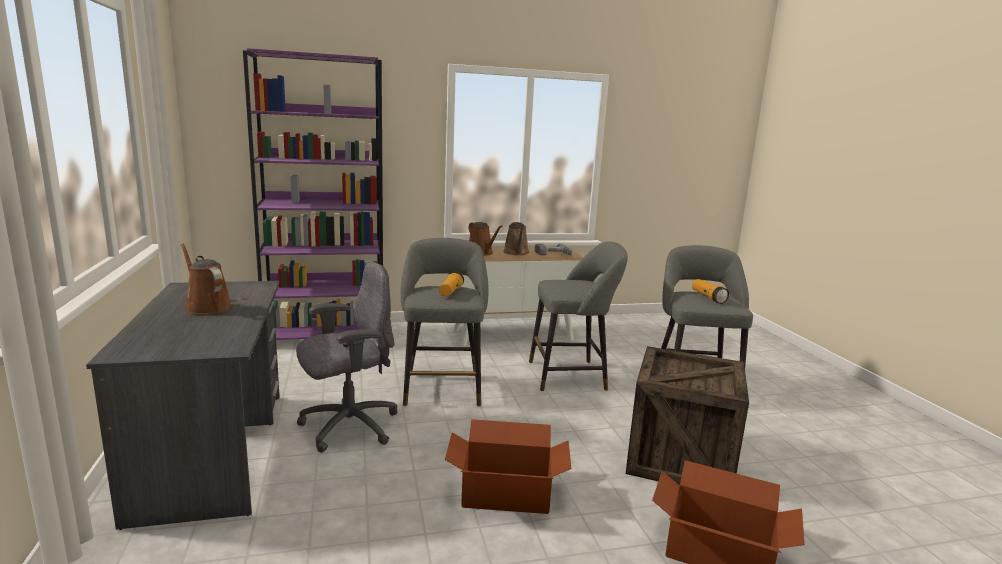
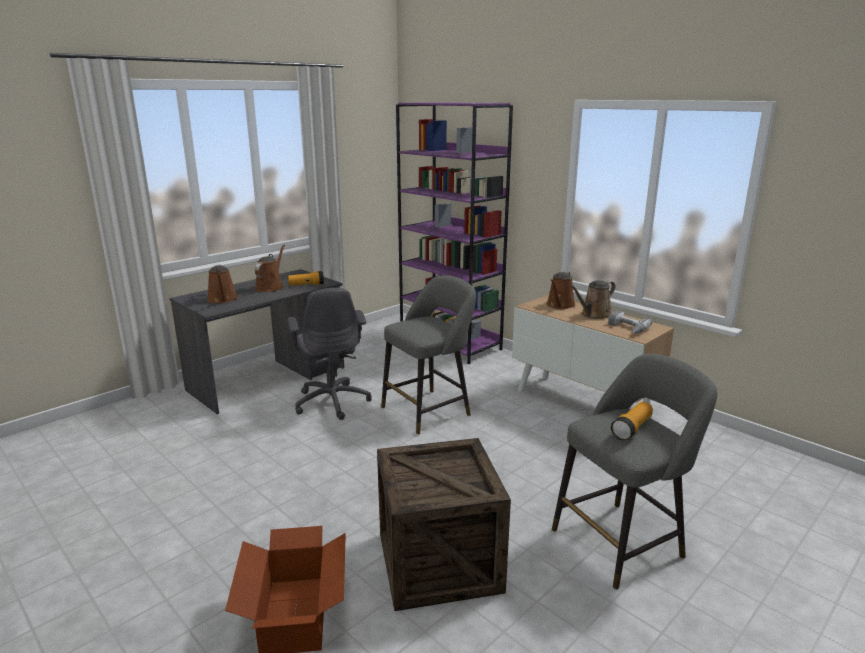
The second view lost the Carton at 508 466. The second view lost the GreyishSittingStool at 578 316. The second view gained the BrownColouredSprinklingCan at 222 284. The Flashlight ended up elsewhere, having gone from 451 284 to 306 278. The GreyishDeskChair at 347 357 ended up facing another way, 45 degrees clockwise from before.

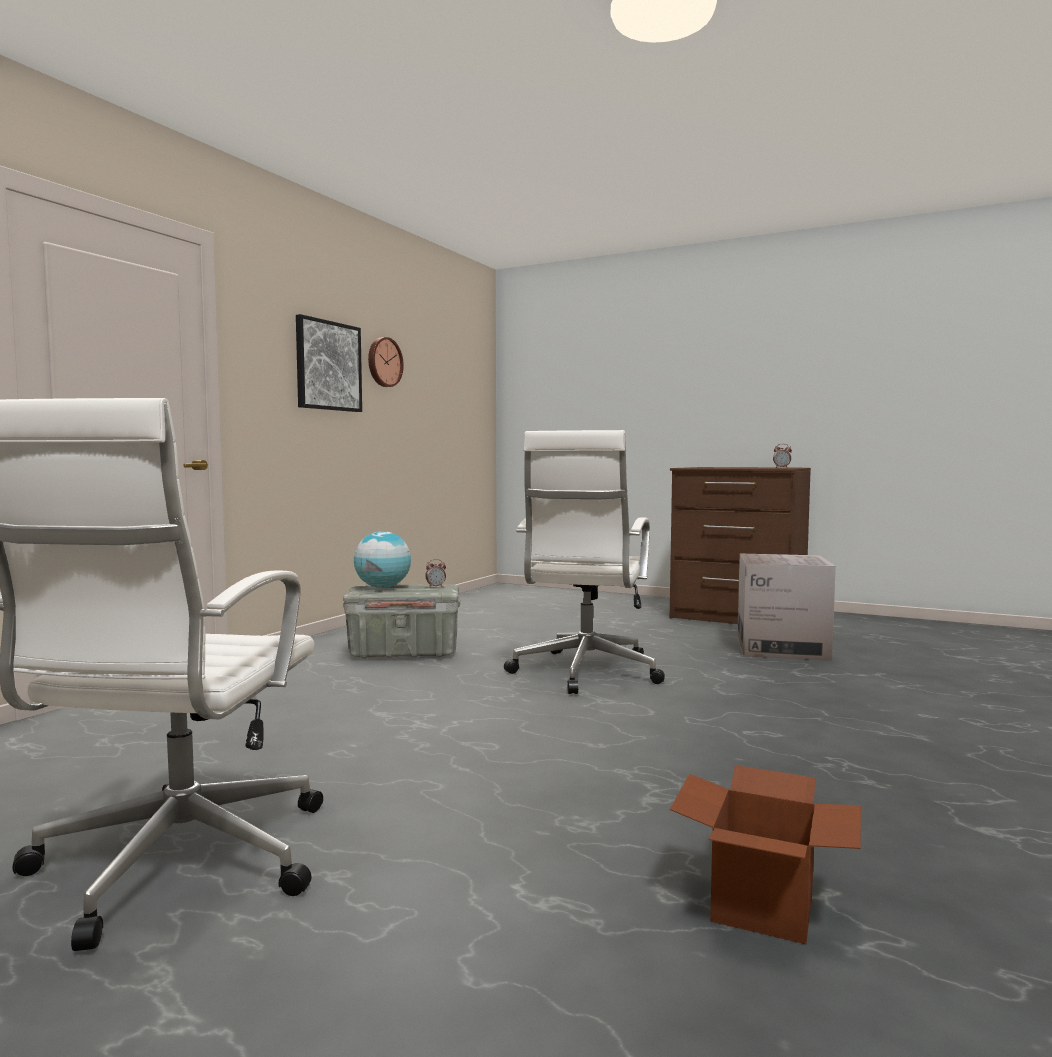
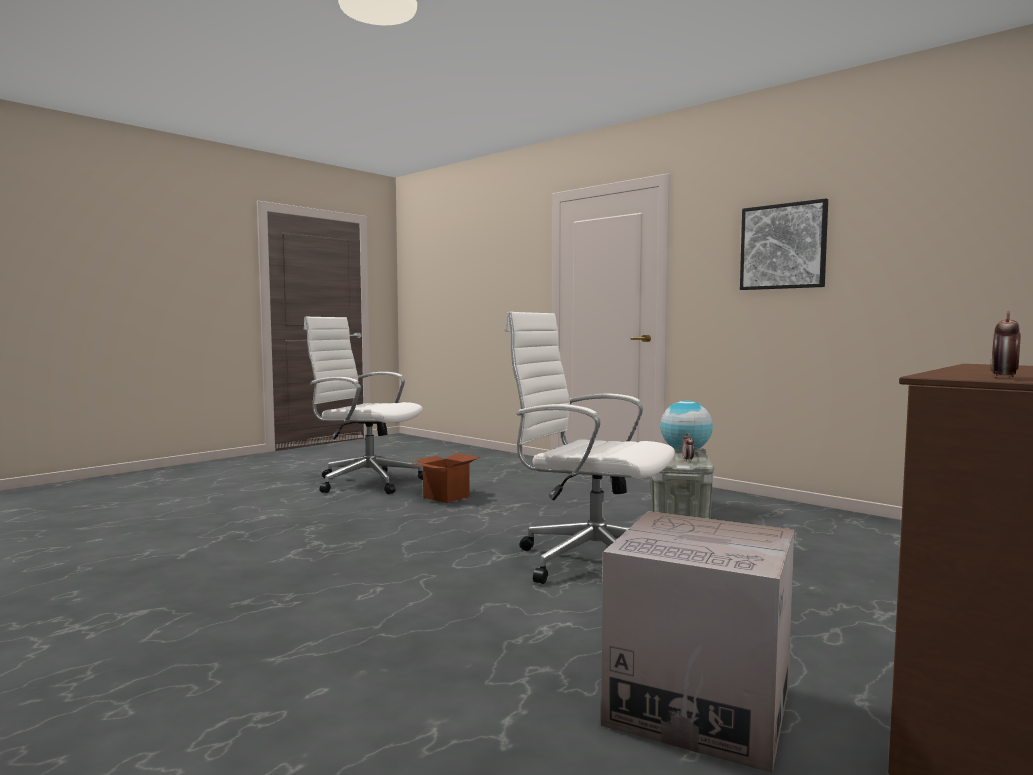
The second view lost the WallClock at 386 362. The Carton ended up elsewhere, having gone from 765 854 to 446 478.

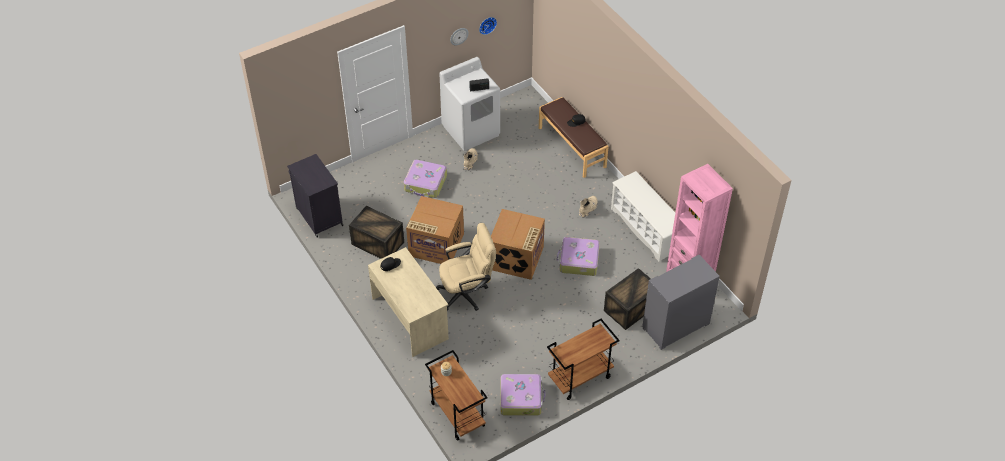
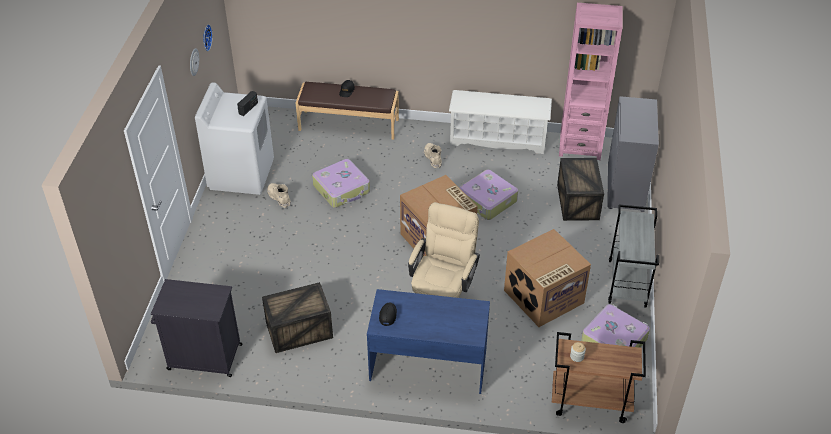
The Suitcase ended up elsewhere, having gone from 425 179 to 341 183. The Carton ended up elsewhere, having gone from 435 230 to 547 278. What was the BeigeDeskTable at 408 302 turned into the BlueColouredDeskTable at 428 341. What was the BrownColouredWheeledCart at 583 359 turned into the GreyishWheeledCart at 633 256.

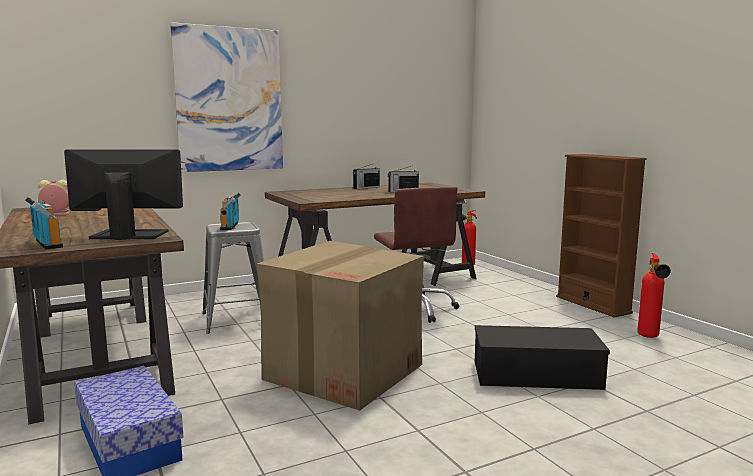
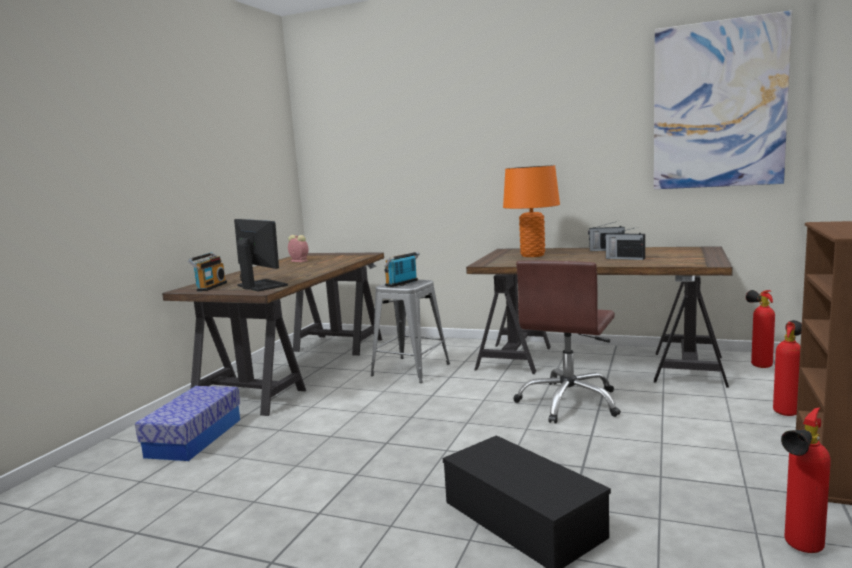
The second view lost the Carton at 340 325. The second view gained the OrangeyLampForATable at 531 211. The second view gained the FireFightingCylinder at 787 368. The WallArt ended up elsewhere, having gone from 226 97 to 723 99.

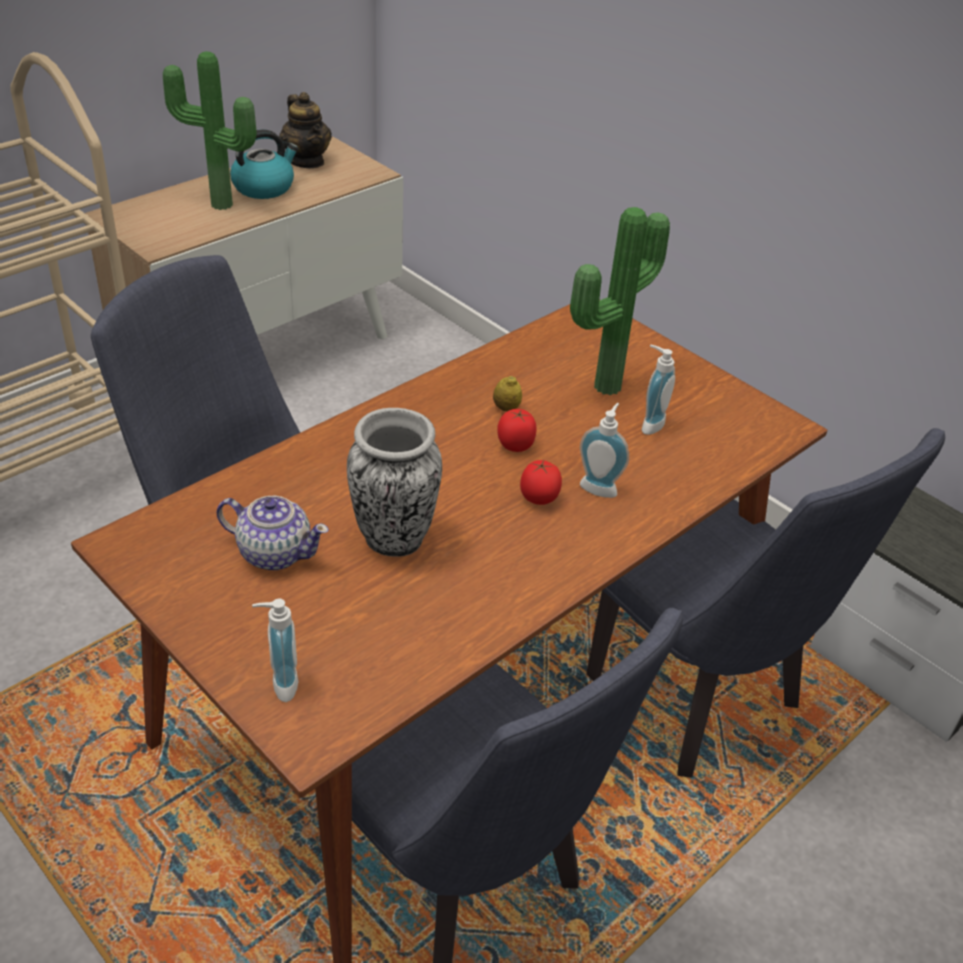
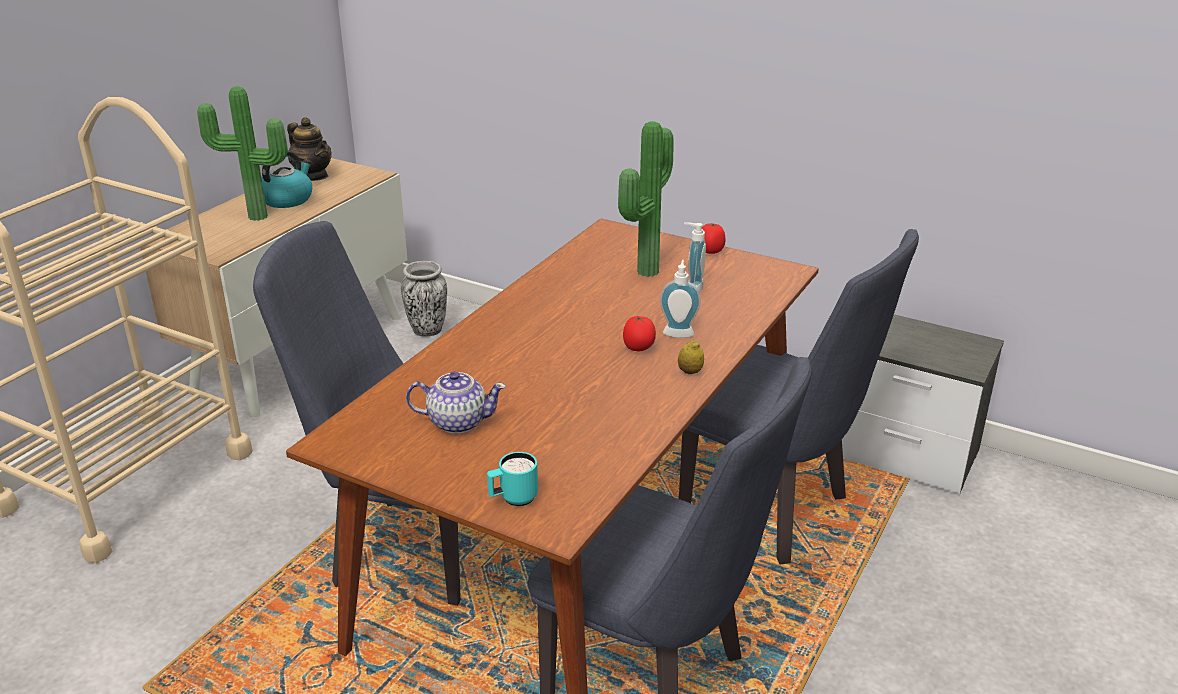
The FlowerVase ended up elsewhere, having gone from 394 482 to 424 298. The Lemon ended up elsewhere, having gone from 507 393 to 691 357. The WholeTomato ended up elsewhere, having gone from 517 430 to 713 238. Where the SoapDispenser stood at 275 650, the TurquoiseColouredTeaMug came to stand at 512 479.

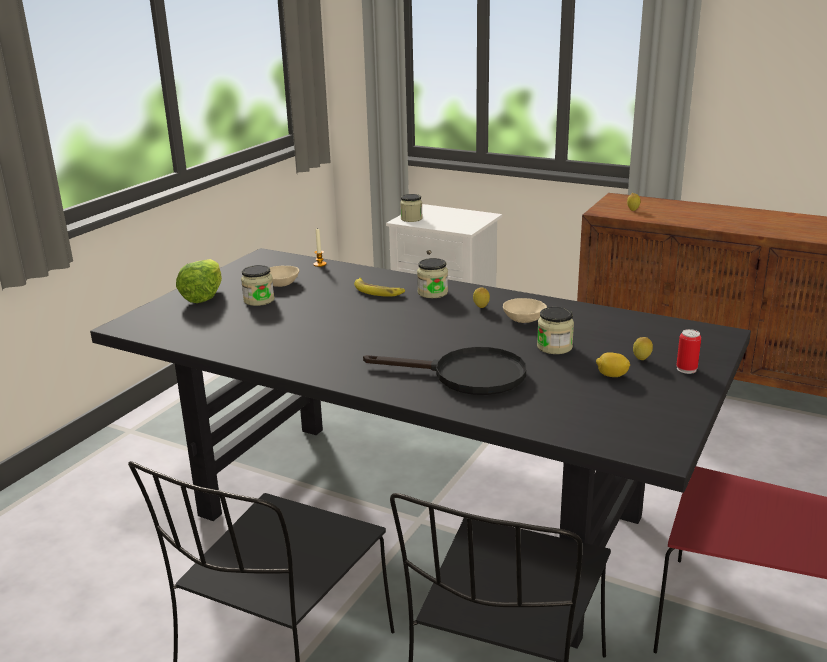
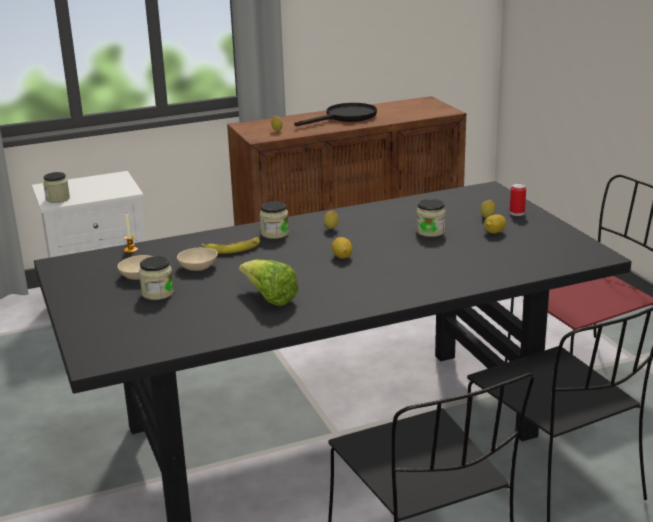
The second view gained the Lemon at 342 247. The HeadOfLettuce ended up elsewhere, having gone from 199 281 to 268 283. The BlackFryingPan ended up elsewhere, having gone from 444 371 to 335 114. The BeigeBowl ended up elsewhere, having gone from 525 310 to 197 259.

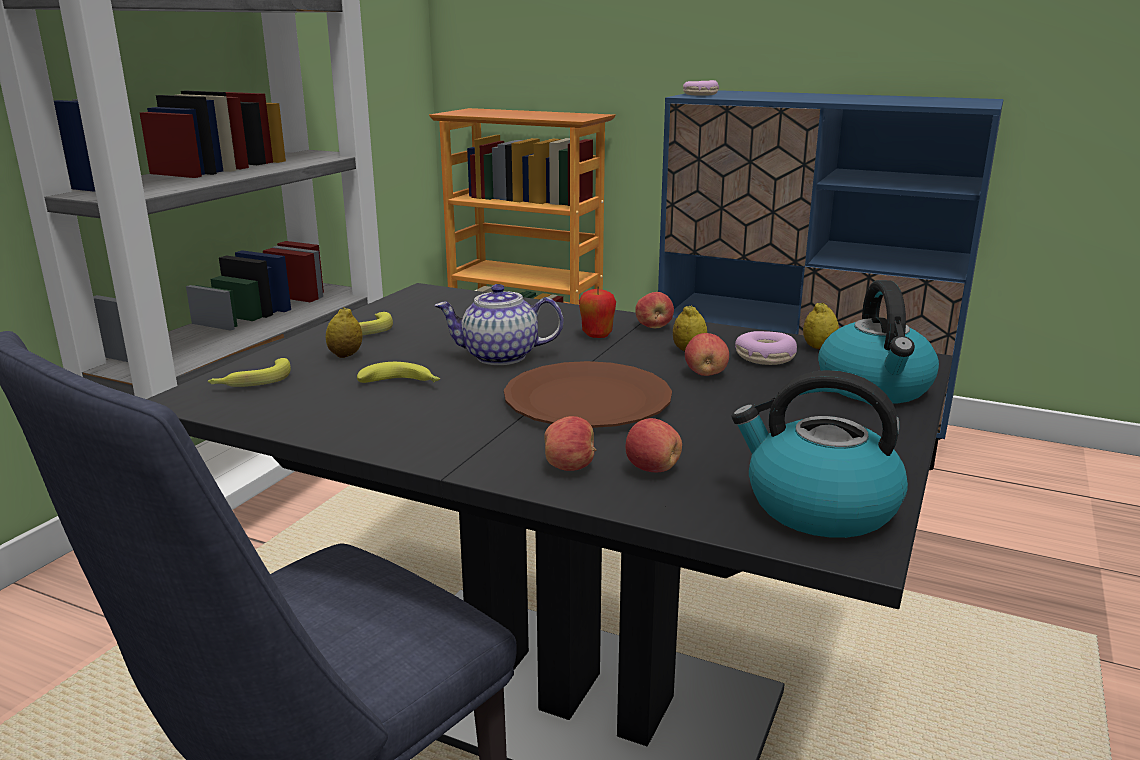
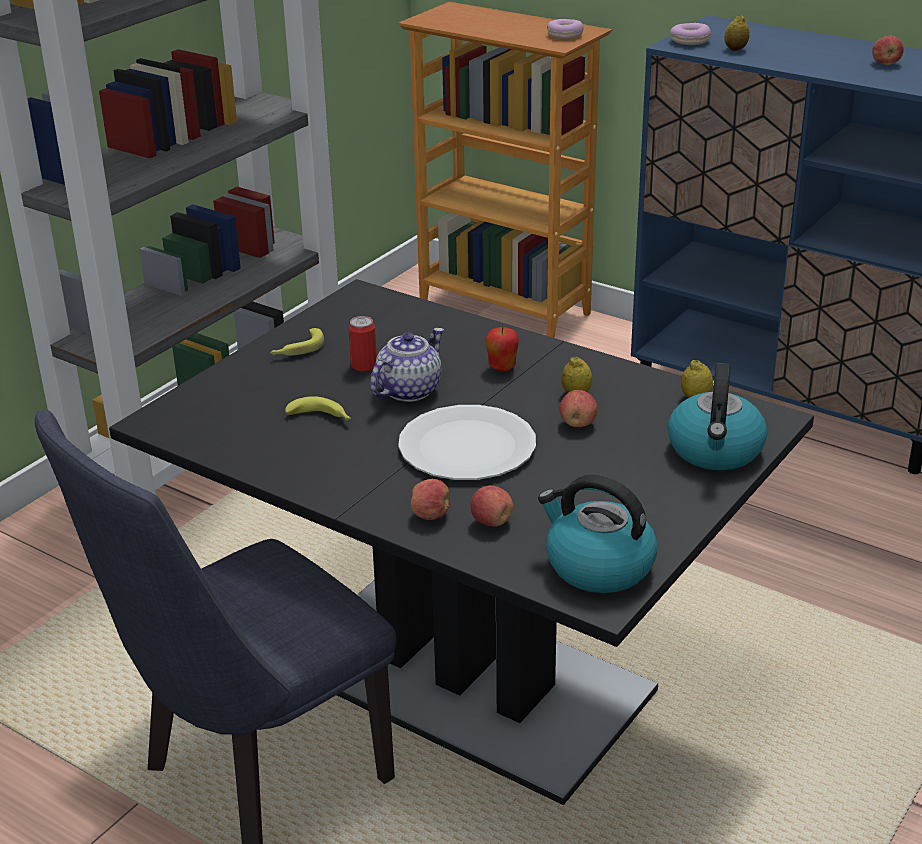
The second view lost the Banana at 249 372. The second view gained the MetalCan at 362 343. The Lemon ended up elsewhere, having gone from 344 332 to 737 33. The Apple ended up elsewhere, having gone from 654 310 to 888 50. The Doughnut ended up elsewhere, having gone from 766 348 to 565 29. What was the BrownColouredFlatDish at 588 394 turned into the WhiteColouredFlatDish at 467 442. The TeaPot at 498 324 ended up facing another way, 120 degrees clockwise from before.

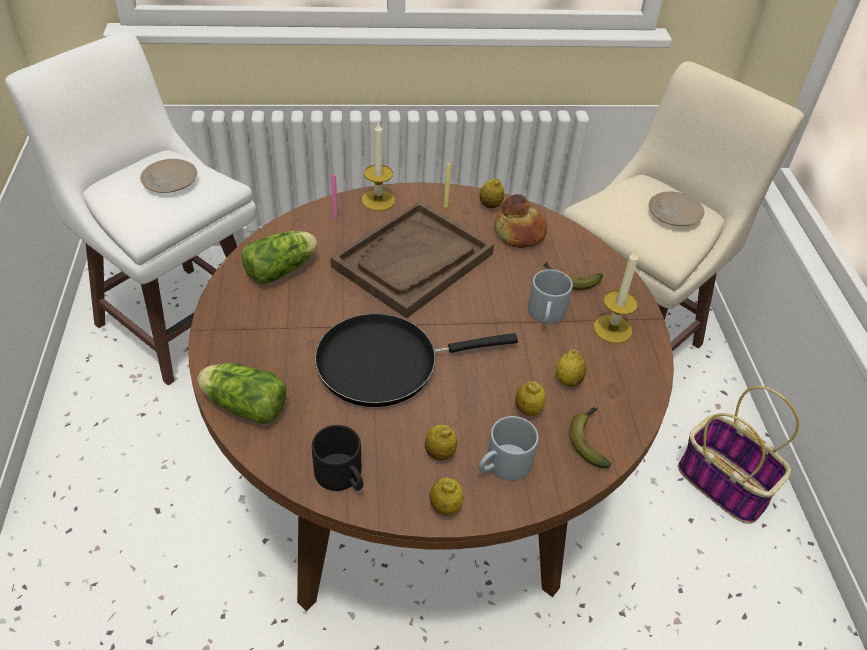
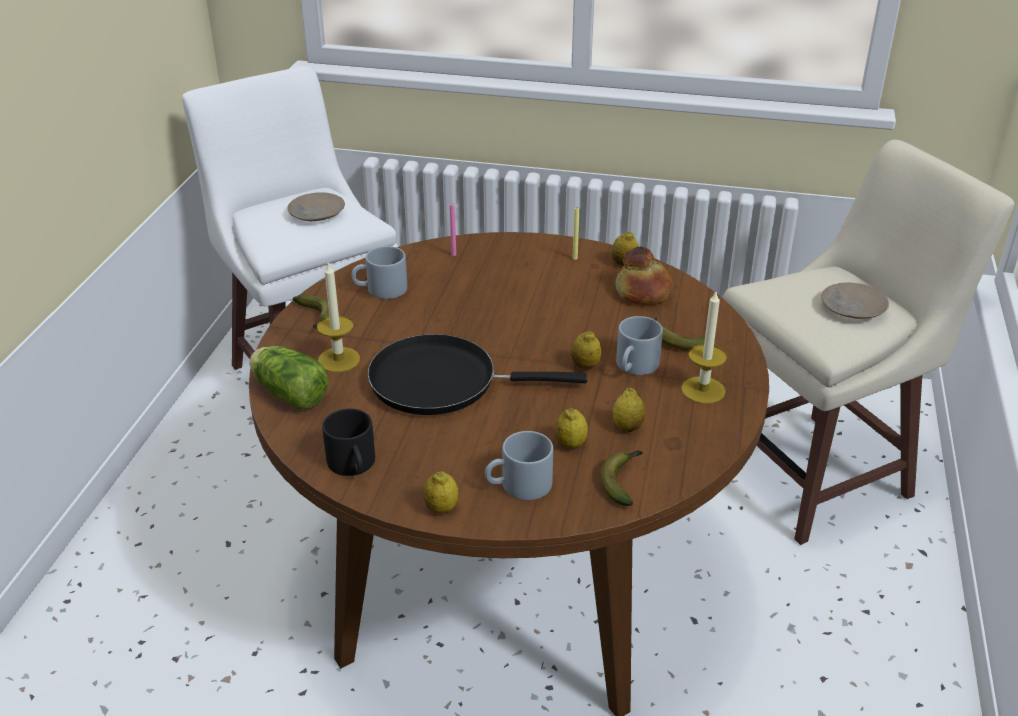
The second view lost the BrownColouredCarryingTray at 412 259. The second view lost the Basket at 738 455. The second view gained the Banana at 311 312. The WaxCandle ended up elsewhere, having gone from 378 166 to 338 317. The Lemon ended up elsewhere, having gone from 441 443 to 586 350. Where the HeadOfLettuce stood at 279 257, the GreyishTeaMug came to stand at 379 272.

